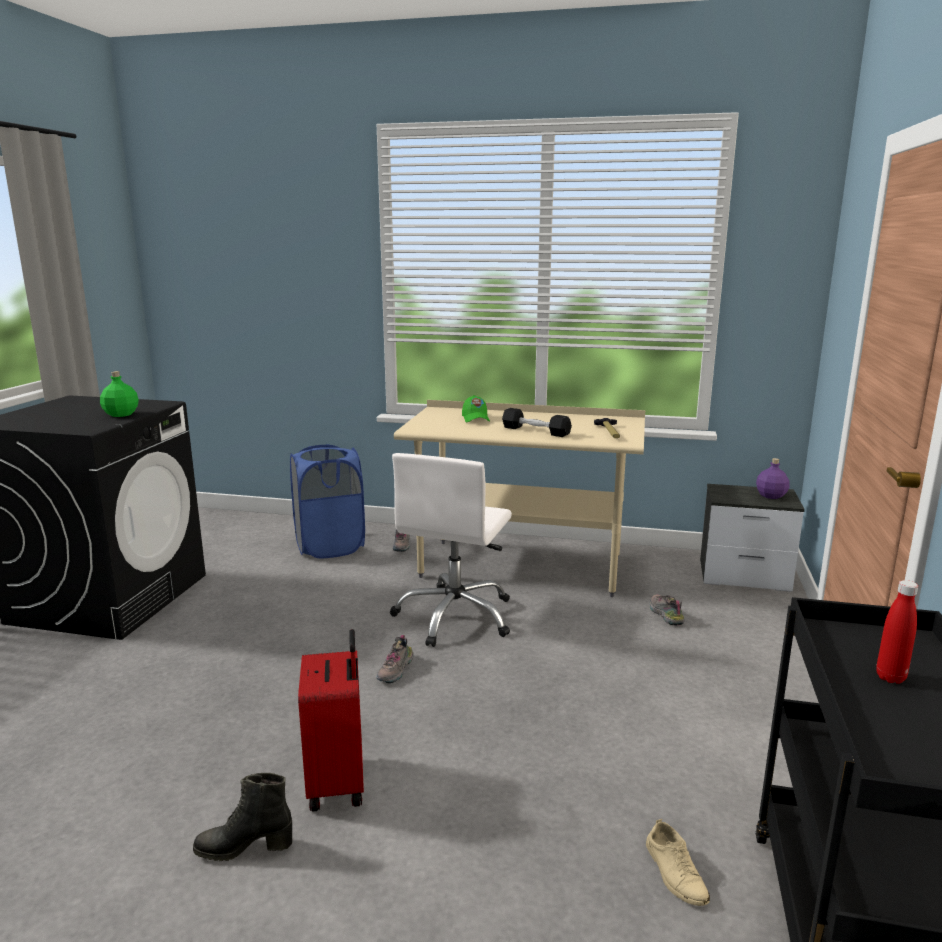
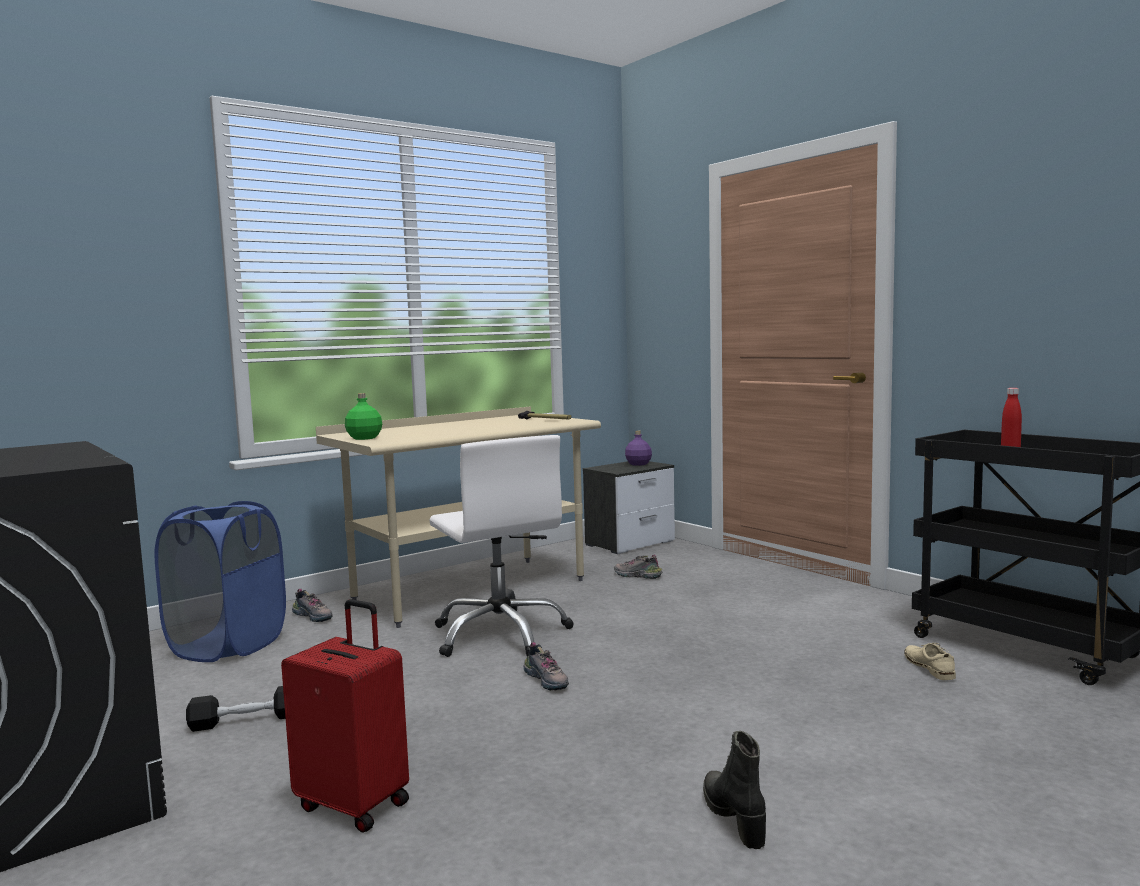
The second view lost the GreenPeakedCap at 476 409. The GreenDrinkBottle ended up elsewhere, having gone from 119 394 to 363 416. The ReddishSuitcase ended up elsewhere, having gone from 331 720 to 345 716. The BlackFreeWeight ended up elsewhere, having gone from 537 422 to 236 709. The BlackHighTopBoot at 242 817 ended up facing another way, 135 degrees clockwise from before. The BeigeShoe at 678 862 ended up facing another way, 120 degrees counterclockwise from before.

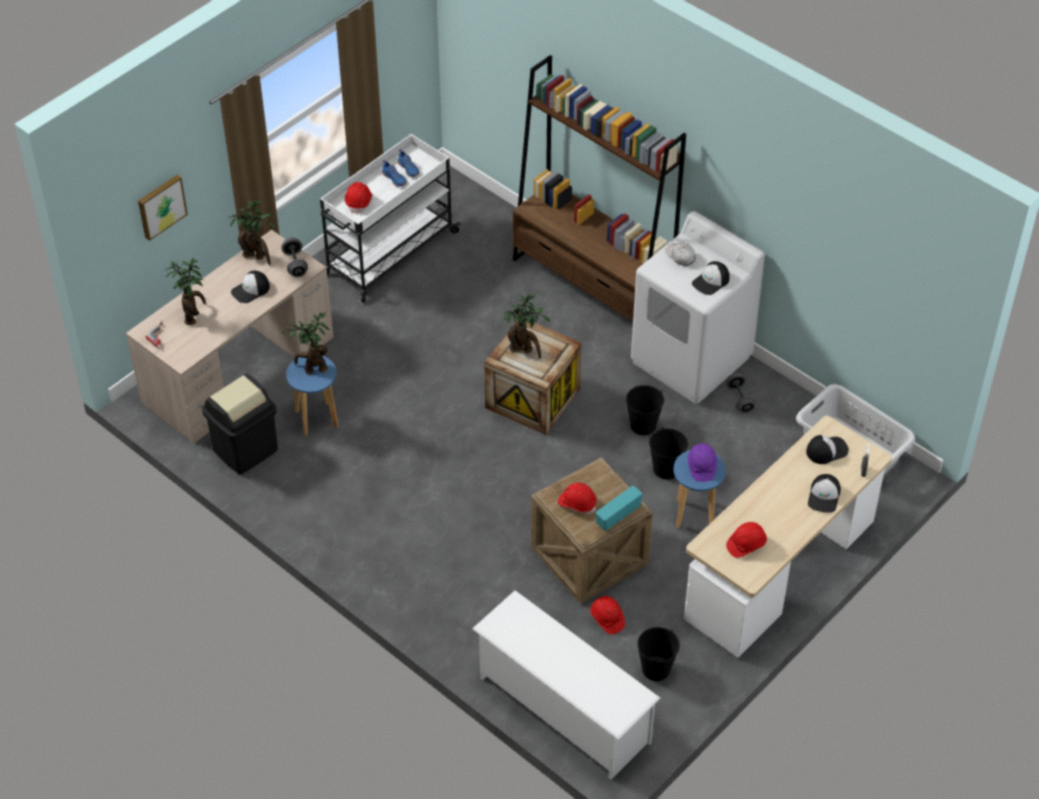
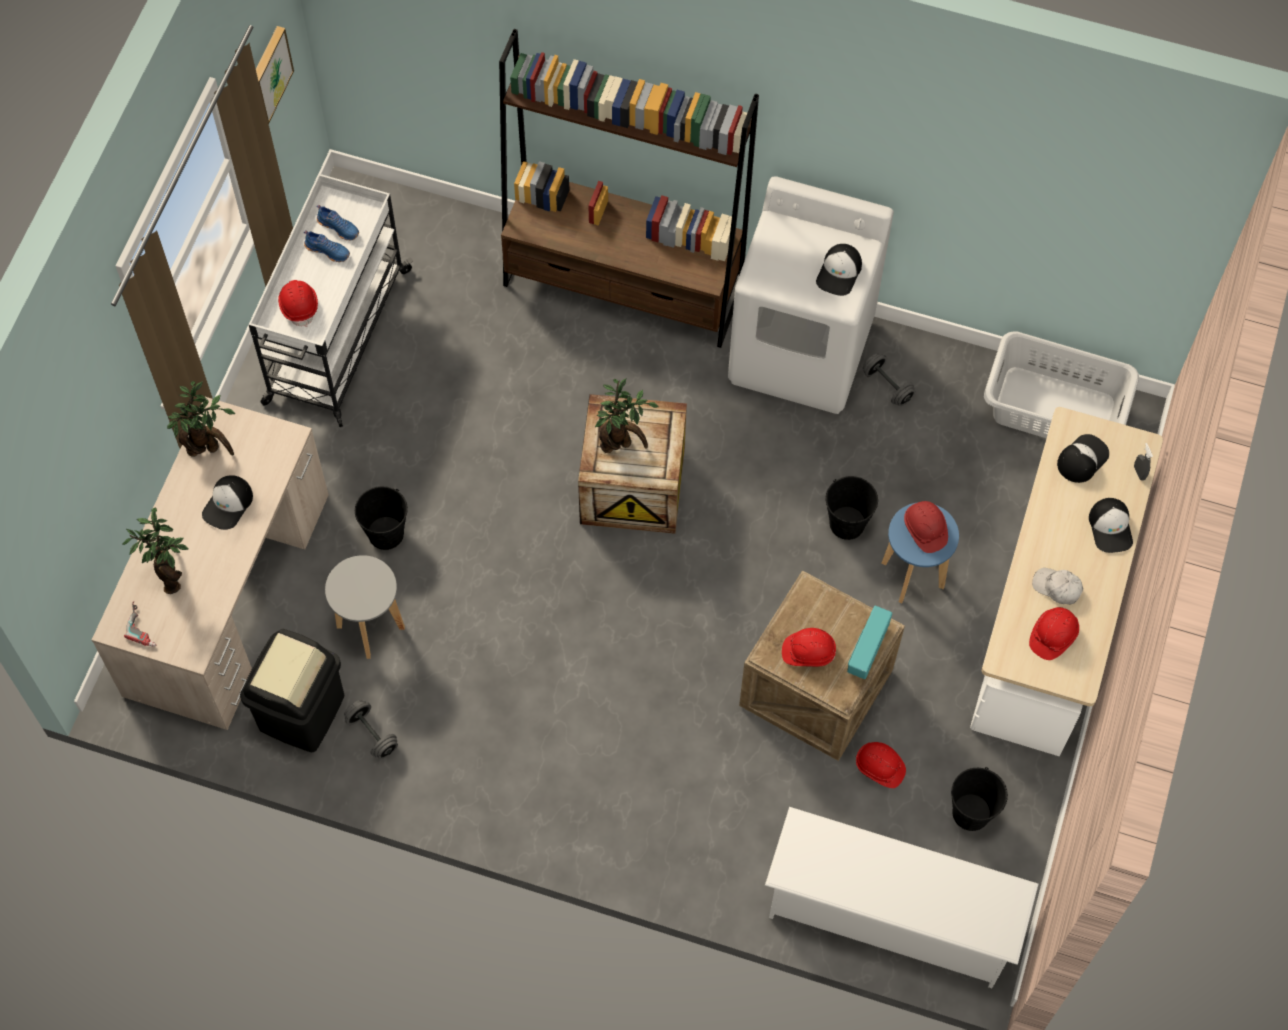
The second view lost the PlantInAPot at 306 343. The WallArt ended up elsewhere, having gone from 163 208 to 275 75. The GreyishFreeWeight ended up elsewhere, having gone from 294 257 to 371 729. The BlackPail ended up elsewhere, having gone from 645 410 to 381 518. The WhiteColouredPeakedCap ended up elsewhere, having gone from 680 254 to 1057 586. What was the BlueColouredSittingStool at 312 396 turned into the GreyishSittingStool at 365 607. What was the PurpleWorkHelmet at 702 463 turned into the ReddishWorkHelmet at 926 527.

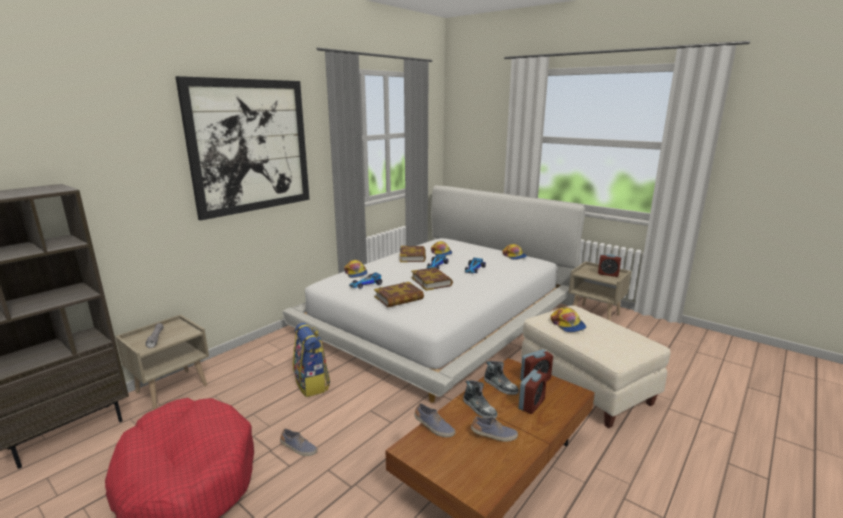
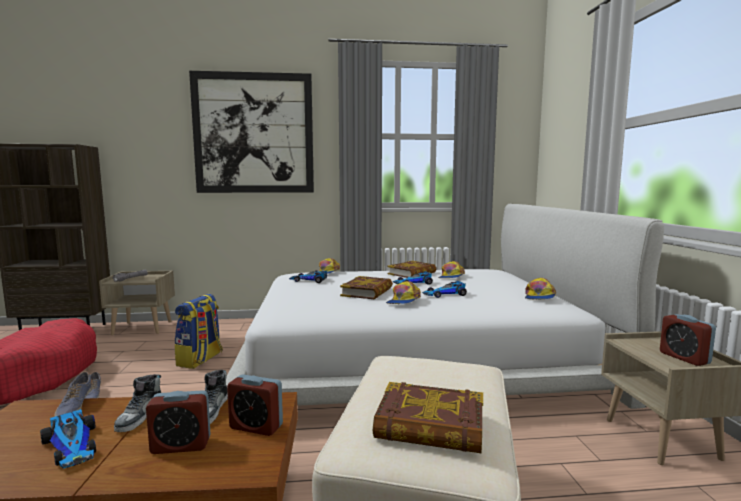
The BoundBook ended up elsewhere, having gone from 399 294 to 428 417. The PeakedCap ended up elsewhere, having gone from 568 320 to 403 292. Where the Shoe stood at 494 429, the MiniatureCar came to stand at 68 439.

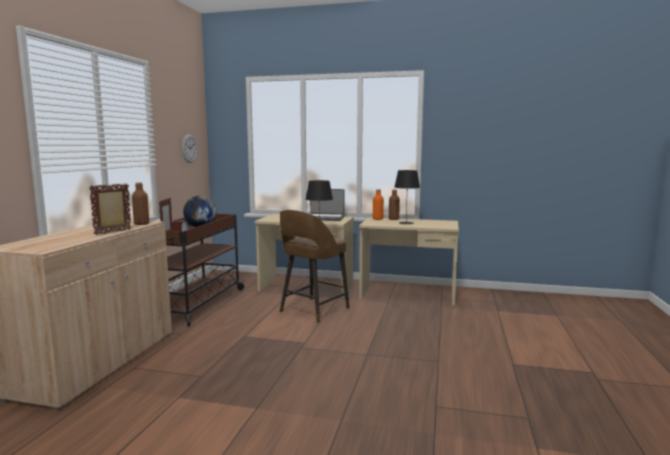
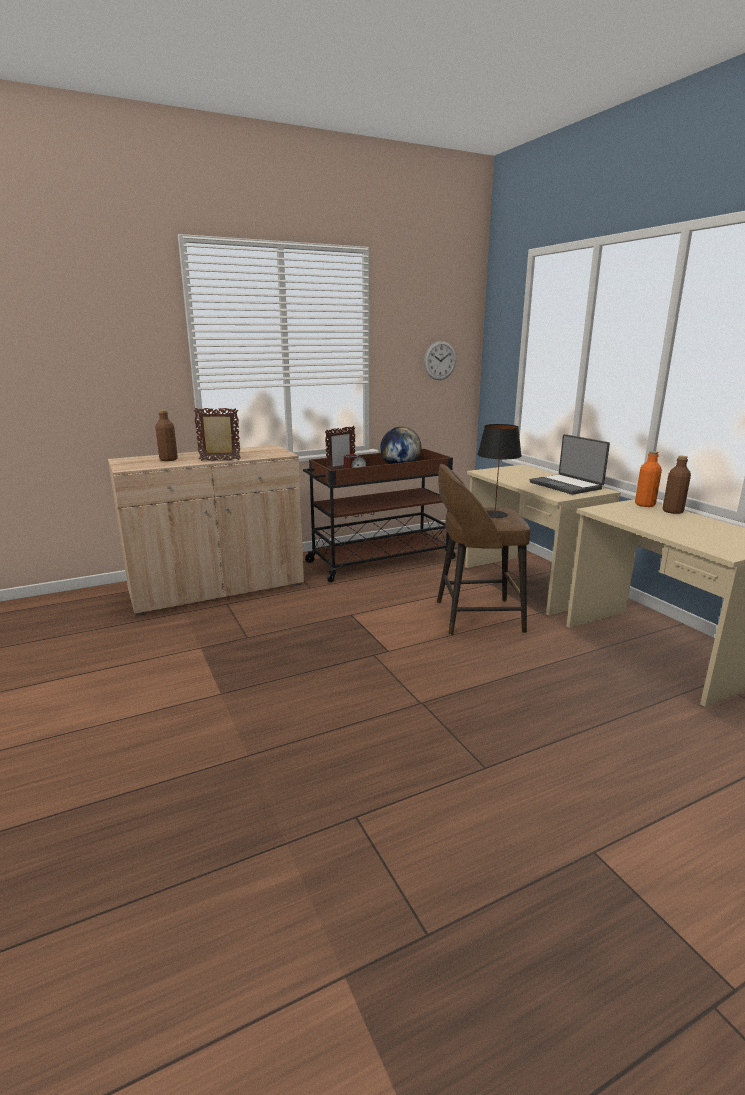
The second view lost the BlackLampForATable at 407 197. The BrownColouredDrinkBottle ended up elsewhere, having gone from 140 203 to 166 435.

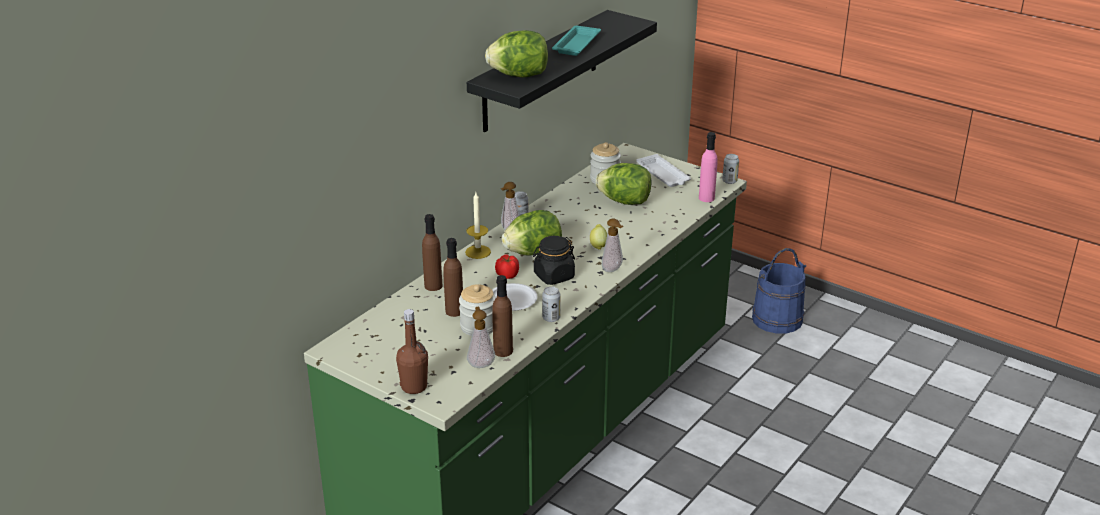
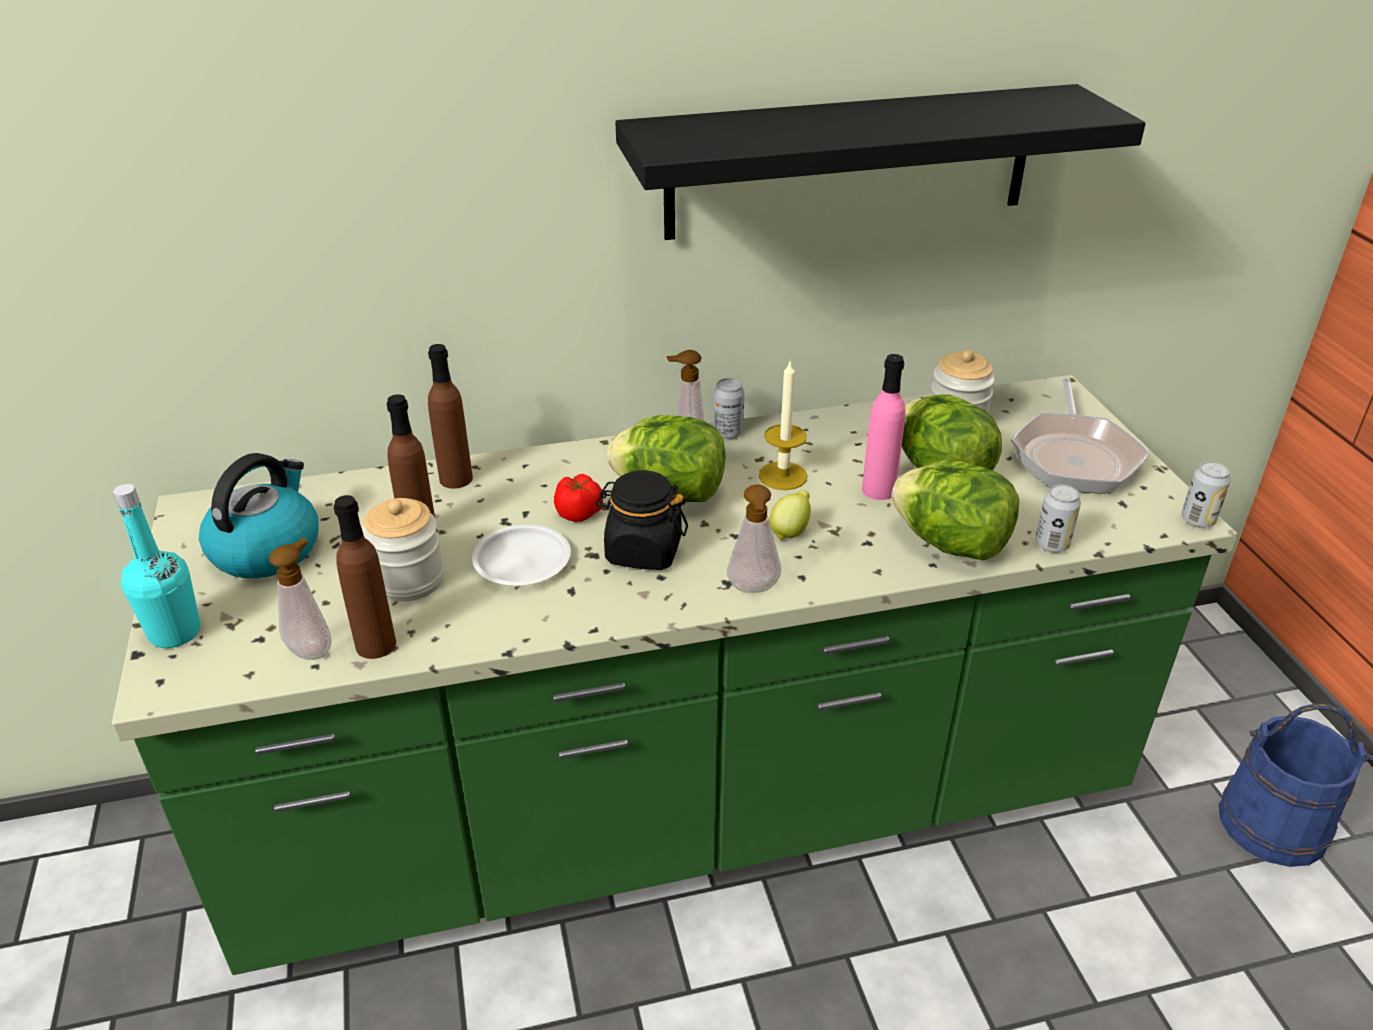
The second view lost the TurquoiseColouredCarryingTray at 576 41. The second view gained the WaterKettle at 259 515. The WaxCandle ended up elsewhere, having gone from 478 226 to 783 426. The HeadOfLettuce ended up elsewhere, having gone from 516 54 to 955 510. The MetalCan ended up elsewhere, having gone from 551 304 to 1058 518. The PinkishDrinkBottle ended up elsewhere, having gone from 708 167 to 884 427. Where the WhiteColouredCarryingTray stood at 663 170, the FryingPan came to stand at 1080 436. What was the BrownColouredDrinkBottle at 412 351 turned into the TurquoiseColouredDrinkBottle at 157 566.

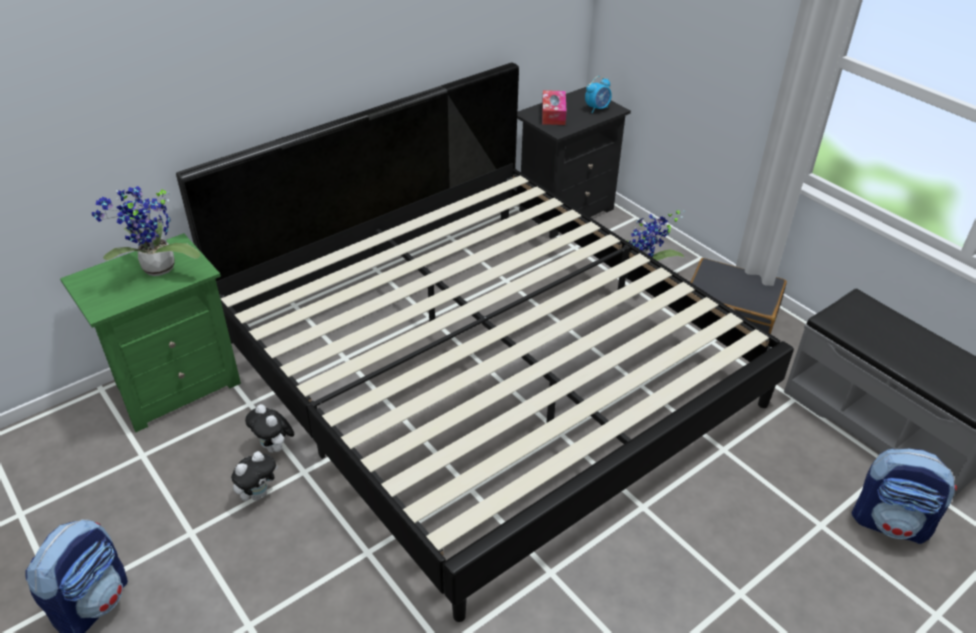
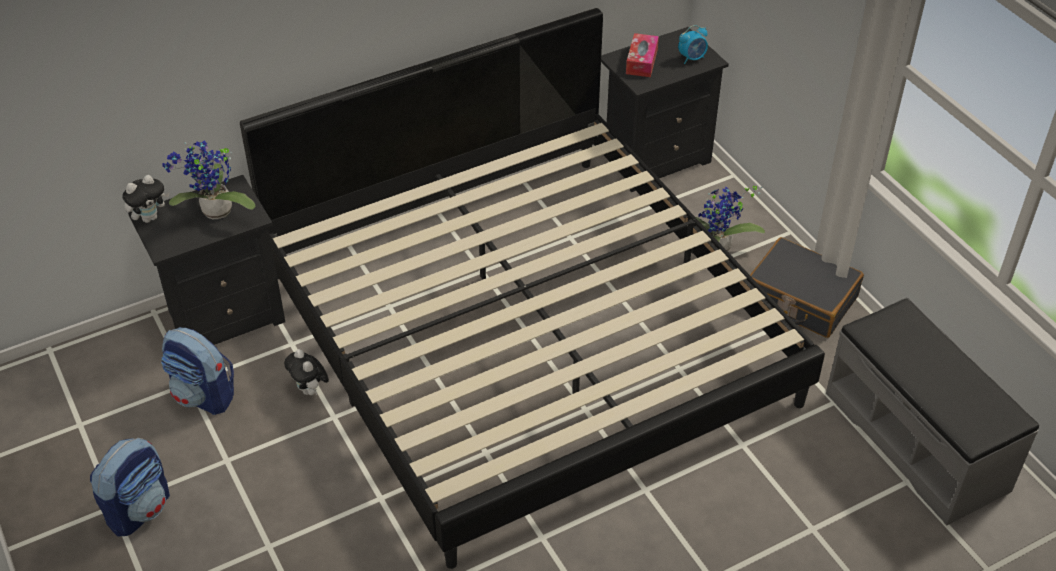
The CuddlyToy ended up elsewhere, having gone from 254 476 to 145 199. The Knapsack ended up elsewhere, having gone from 904 496 to 197 371. What was the GreenBedsideTable at 150 332 turned into the BlackBedsideTable at 206 260.

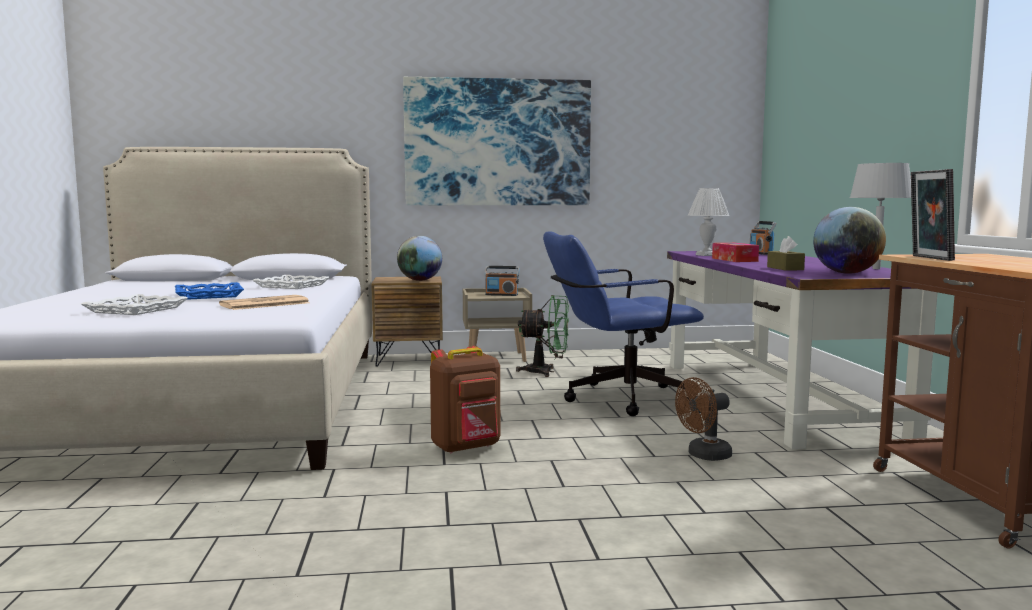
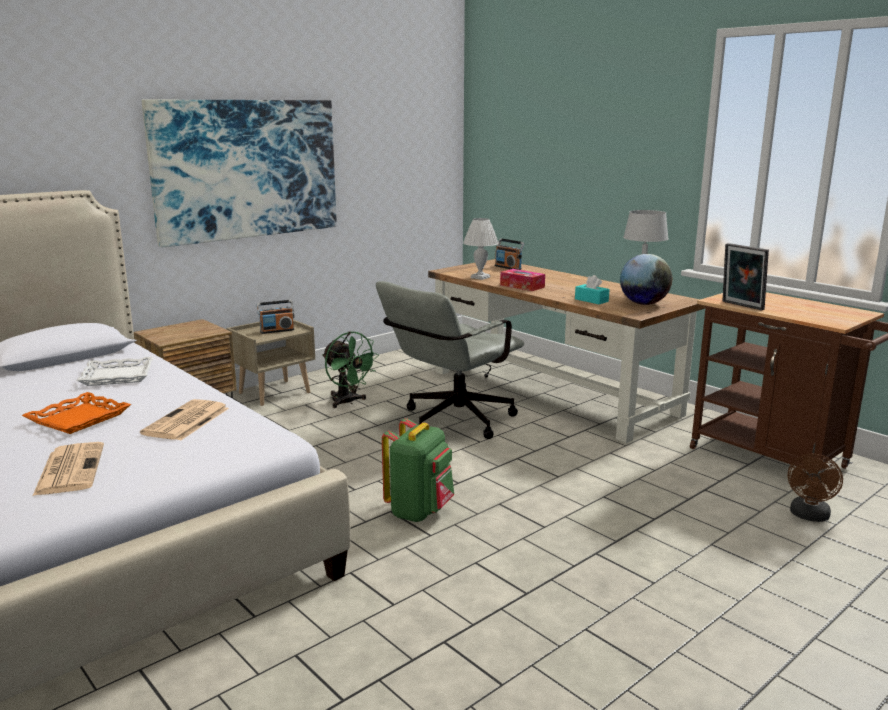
The second view lost the Globe at 419 258. The BrownColouredElectricFan ended up elsewhere, having gone from 703 419 to 815 488. Where the WhiteColouredCarryingTray stood at 134 304, the Newspaper came to stand at 68 469. What was the BlueColouredCarryingTray at 209 291 turned into the OrangeyCarryingTray at 76 413. What was the BrownColouredKnapsack at 465 400 turned into the GreenKnapsack at 418 470. What was the BlueColouredDeskChair at 623 323 turned into the GreyishDeskChair at 450 360. What was the PurpleDeskTable at 802 350 turned into the BrownColouredDeskTable at 567 351. What was the BrownColouredTissueHolder at 786 253 turned into the TurquoiseColouredTissueHolder at 592 289. The GreenElectricFan at 542 336 ended up facing another way, 75 degrees clockwise from before.

